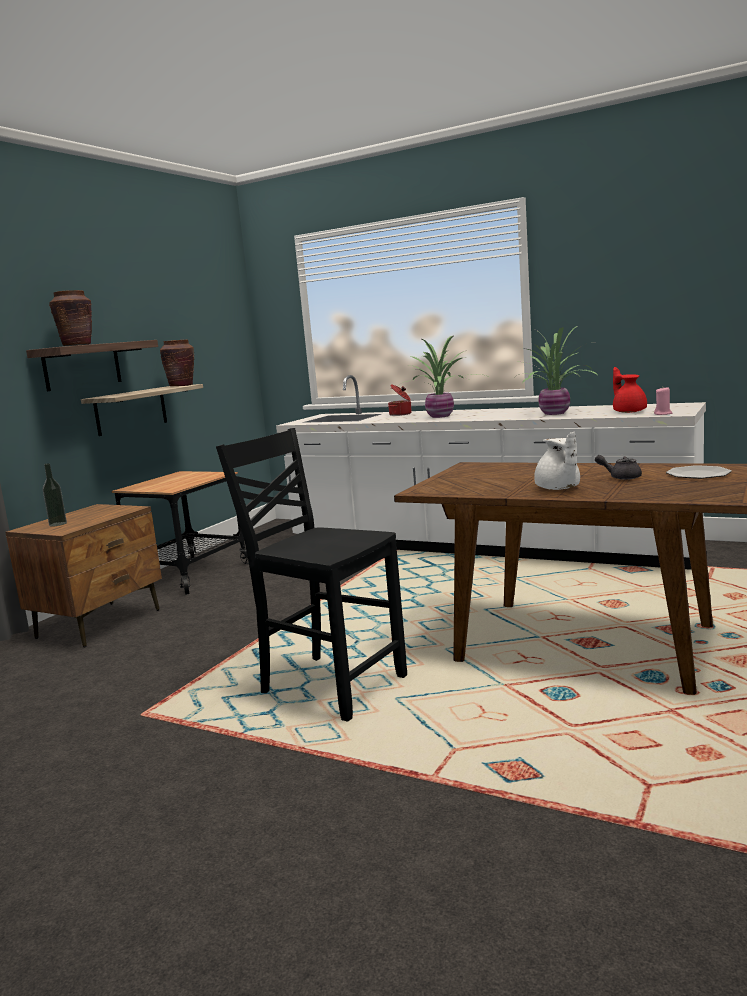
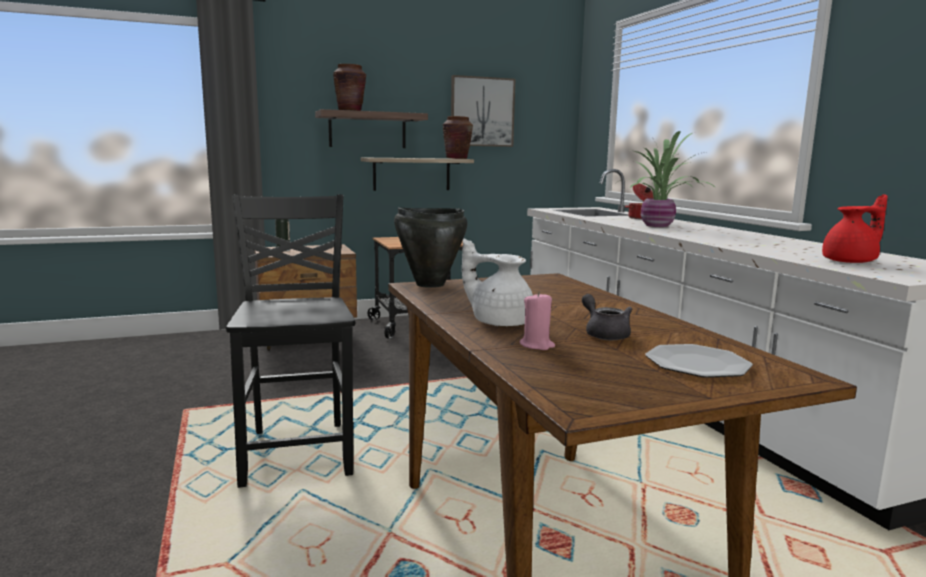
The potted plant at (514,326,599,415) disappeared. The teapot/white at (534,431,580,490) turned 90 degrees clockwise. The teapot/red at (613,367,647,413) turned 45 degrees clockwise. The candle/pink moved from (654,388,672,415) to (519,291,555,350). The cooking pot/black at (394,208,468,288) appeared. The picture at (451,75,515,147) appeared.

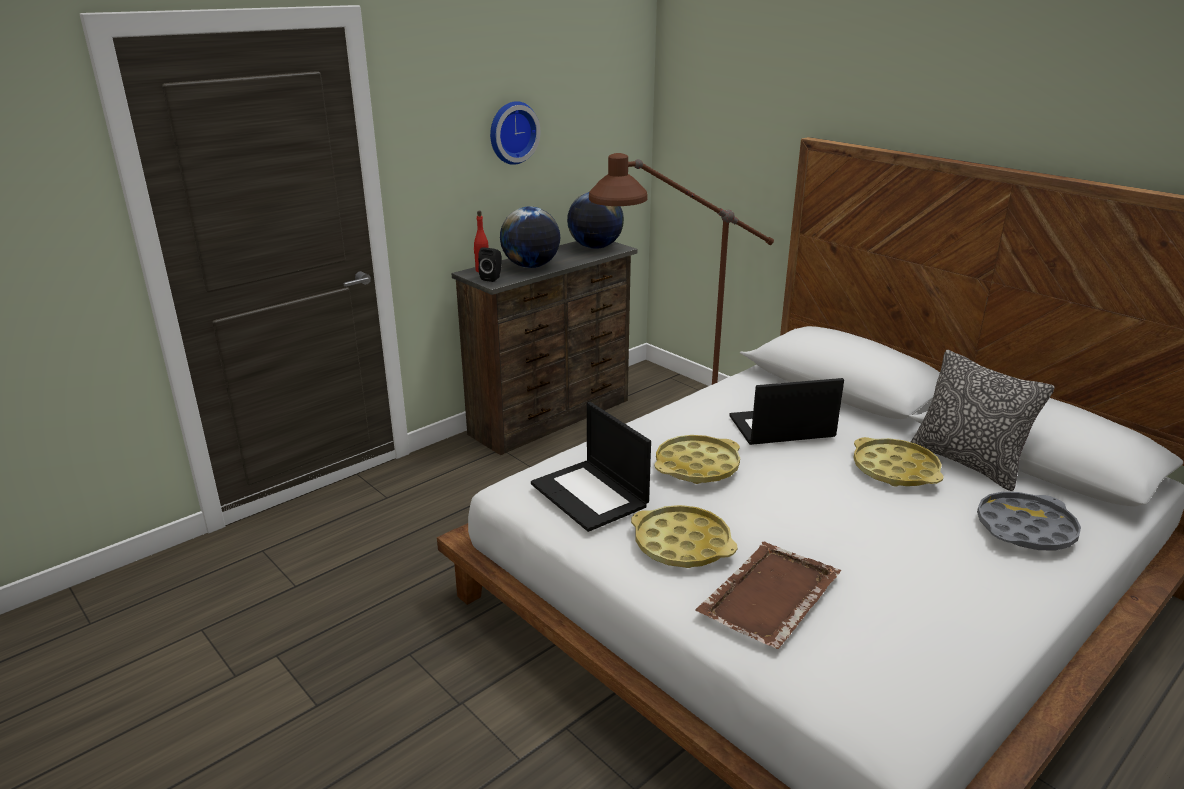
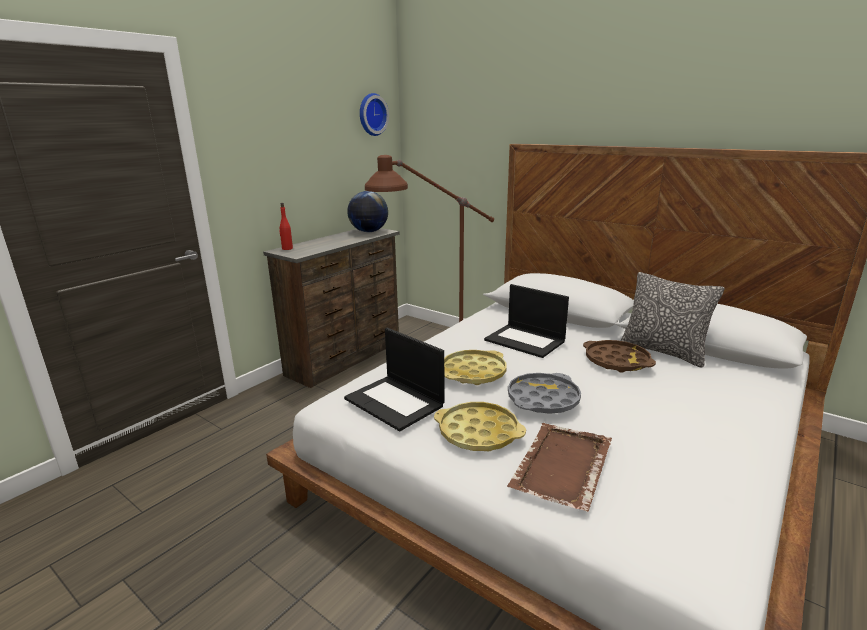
The speaker/black at (478,247,502,282) disappeared. The wall clock moved from (490,101,540,165) to (360,93,389,136). The globe at (500,206,560,268) disappeared. The laptop at (729,378,844,445) turned 120 degrees counterclockwise. The tray/yellow at (853,437,944,486) became the tray/brown at (583,340,656,373). The tray/grey moved from (977,492,1081,551) to (508,373,581,414).

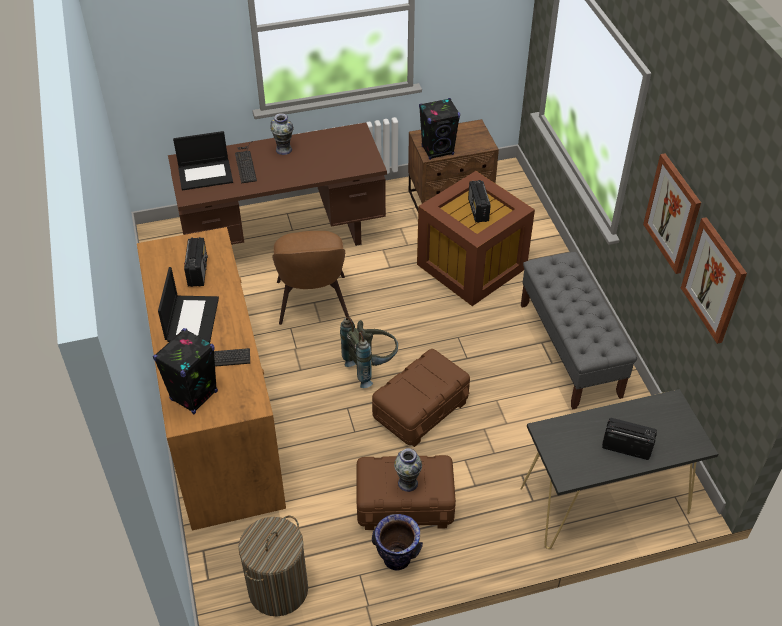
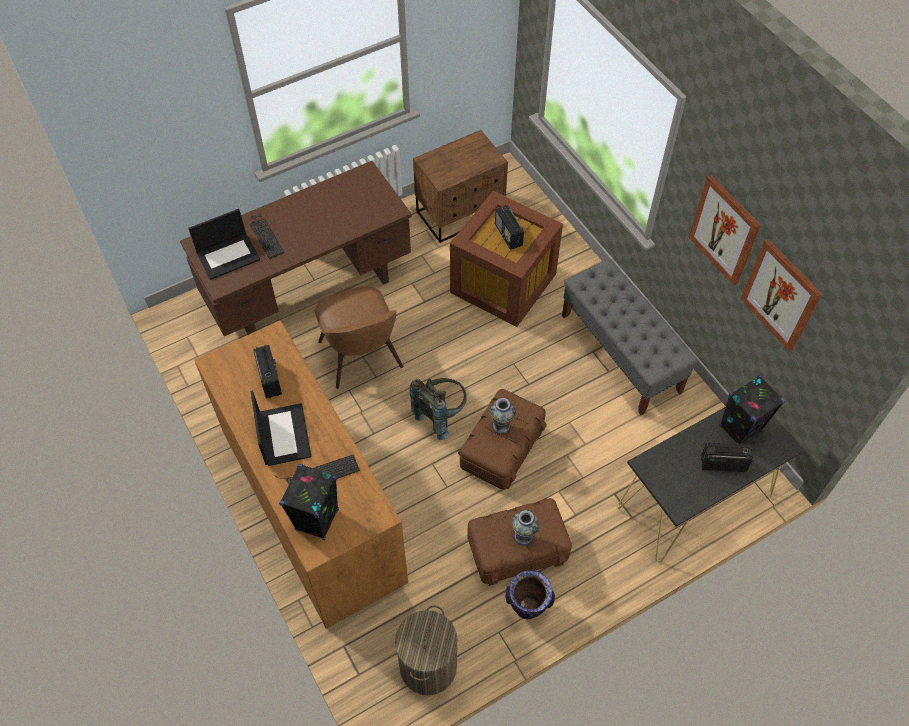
The vase moved from (270,113,294,155) to (490,398,516,434). The speaker/black moved from (419,98,460,160) to (719,375,785,444).

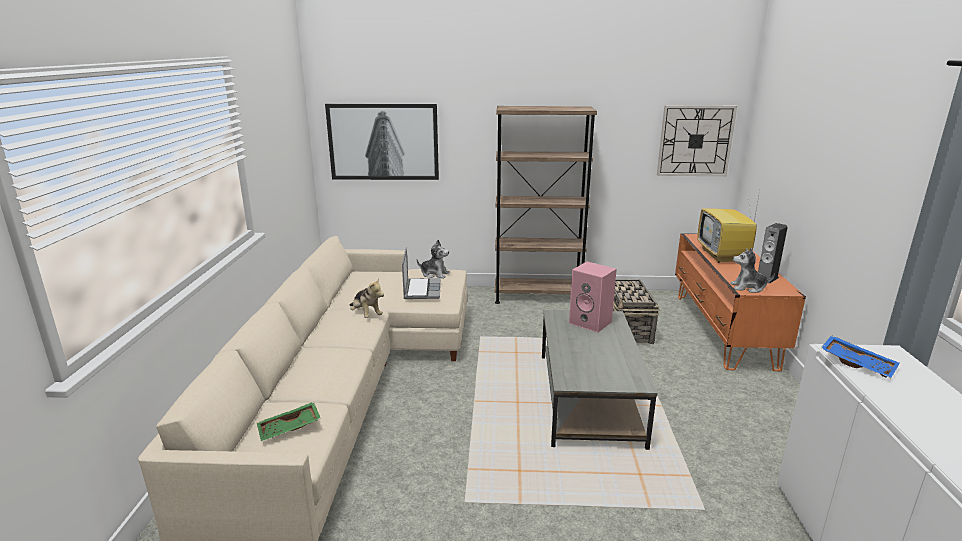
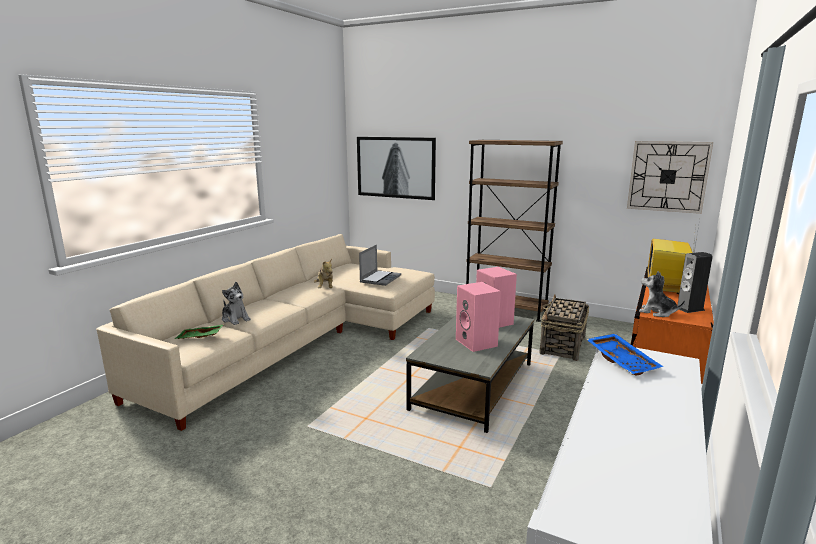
The plush toy moved from (417,240,450,279) to (222,282,251,325). The speaker/pink at (456,282,501,352) appeared.

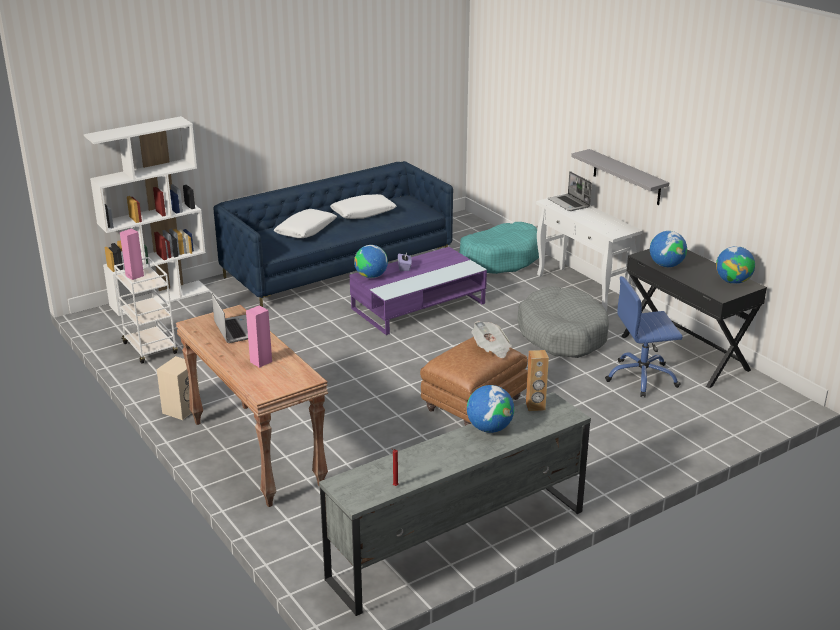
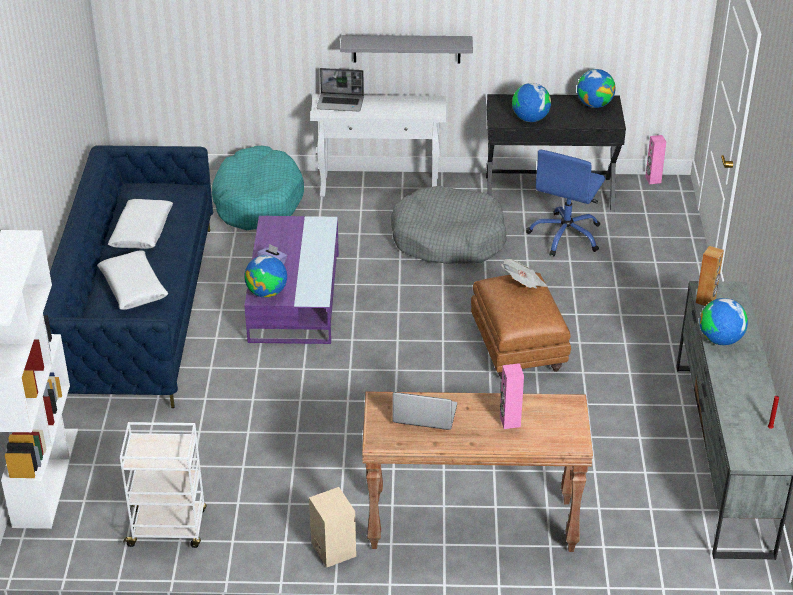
The speaker/pink moved from (120,229,144,280) to (645,135,666,185).

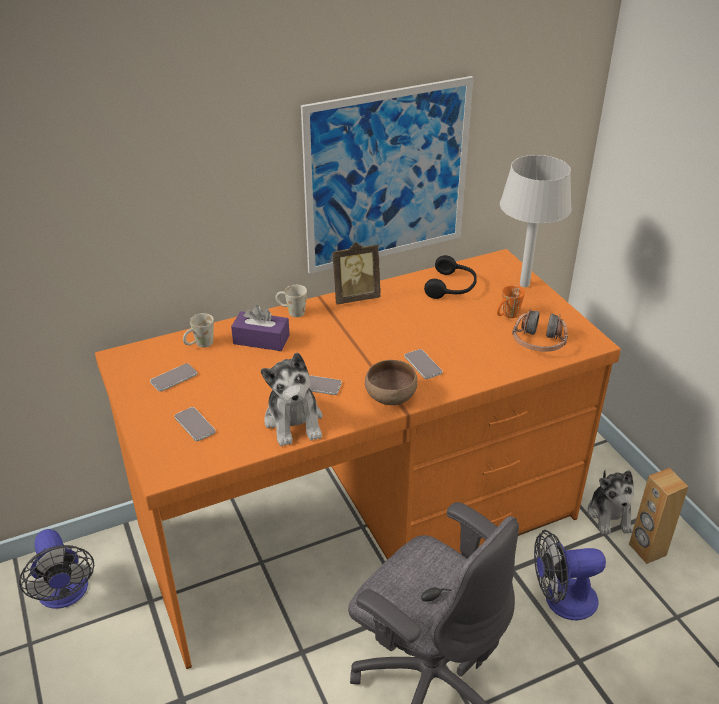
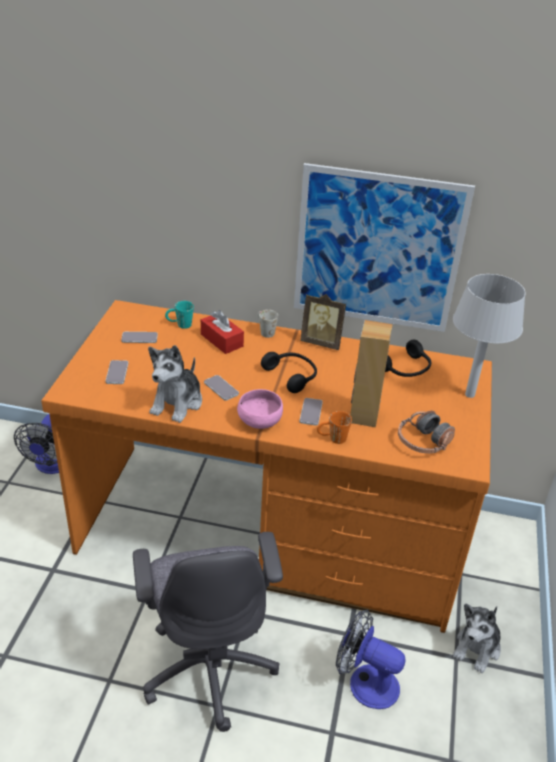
The mug/white at (183,313,214,347) became the mug/turquoise at (165,301,194,329). The tissue box/purple at (231,305,290,351) became the tissue box/red at (201,310,244,354). The bowl/brown at (365,360,417,405) became the bowl/pink at (237,389,283,429). The mug/orange moved from (497,286,525,318) to (317,411,352,444). The speaker/brown moved from (629,468,689,564) to (350,320,393,427). The headphones/black at (261,352,317,393) appeared.

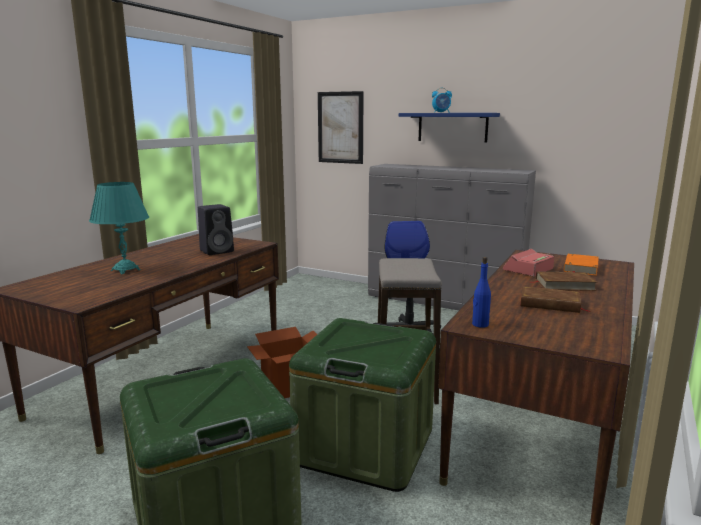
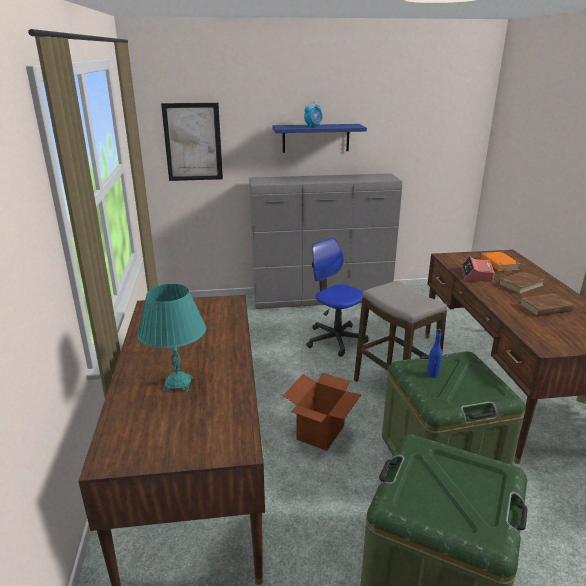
The speaker/black at (198,204,234,255) disappeared. The bottle/blue moved from (472,257,491,328) to (427,328,442,378).

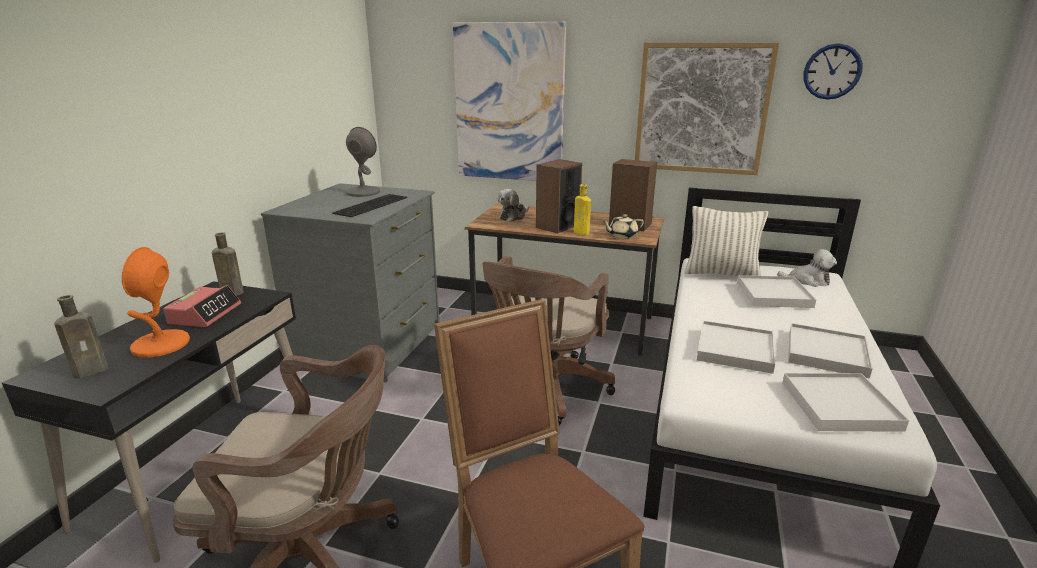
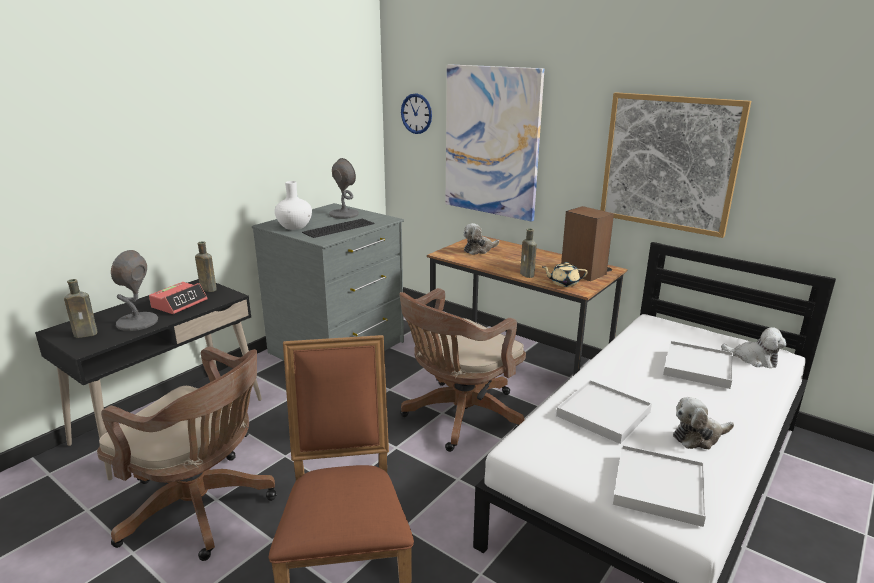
The table lamp/orange at (122,247,190,358) became the table lamp/grey at (111,250,158,331). The speaker at (536,159,582,233) disappeared. The bottle/yellow at (574,184,591,235) became the bottle/brown at (520,229,537,278). The pillow at (684,206,768,276) disappeared. The tray/white at (788,323,873,379) was replaced by the plush toy at (673,397,734,450). The wall clock moved from (803,43,863,100) to (401,93,432,134). The vase/white at (275,181,312,230) appeared.

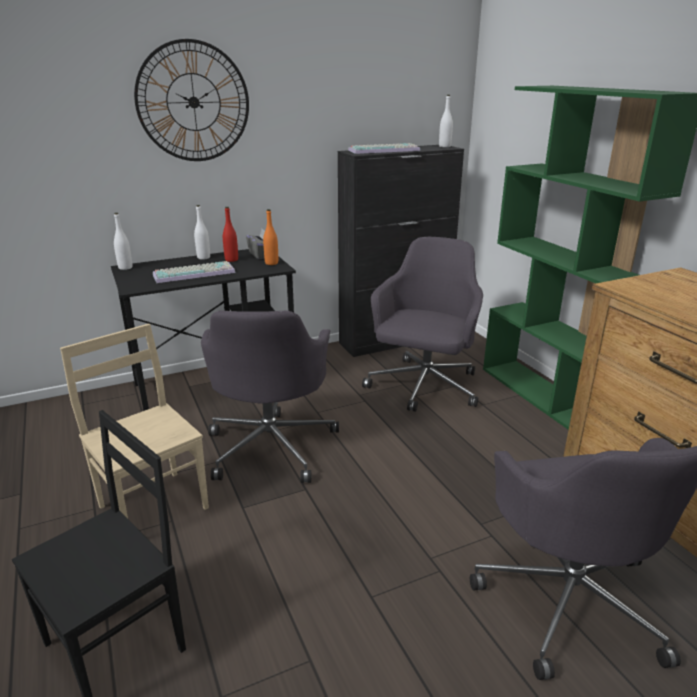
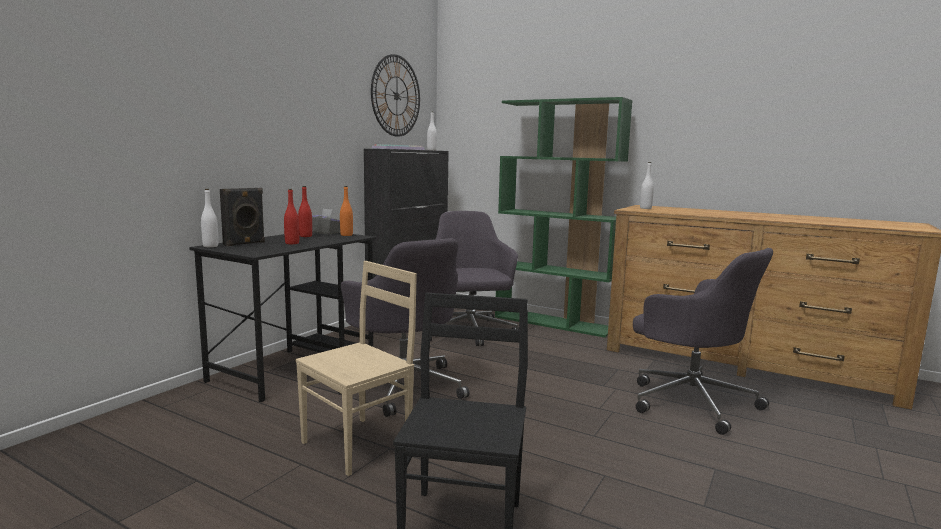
The chair/beige at (60,324,209,519) turned 120 degrees clockwise. The wall clock moved from (134,39,249,161) to (371,54,420,137). The keyboard at (153,261,236,283) was replaced by the bottle/red at (284,189,299,244). The bottle/white moved from (194,205,210,260) to (640,162,654,209). The speaker/black at (220,188,265,246) appeared.

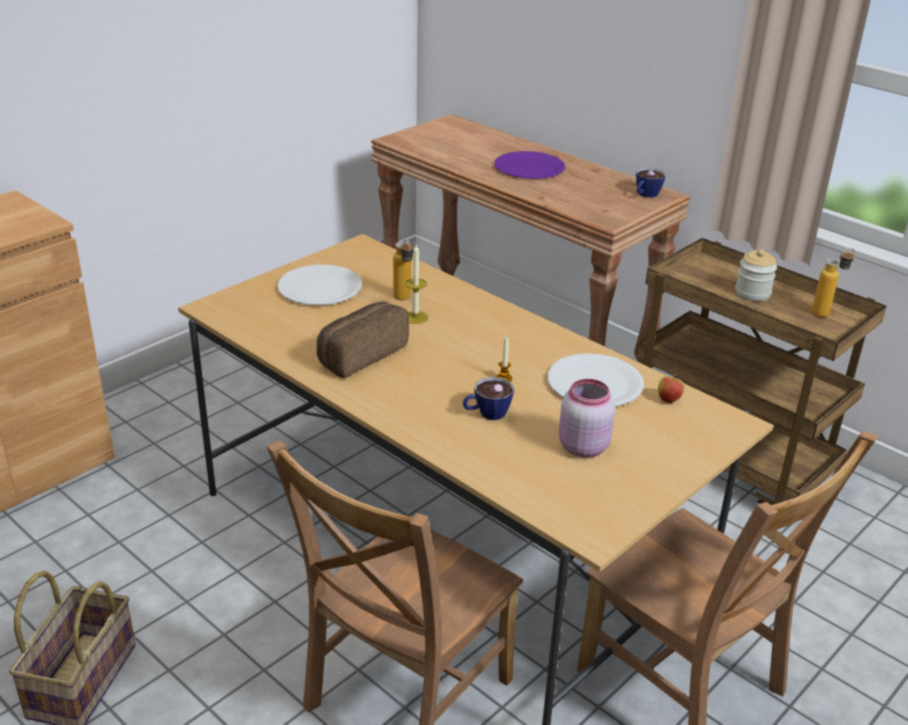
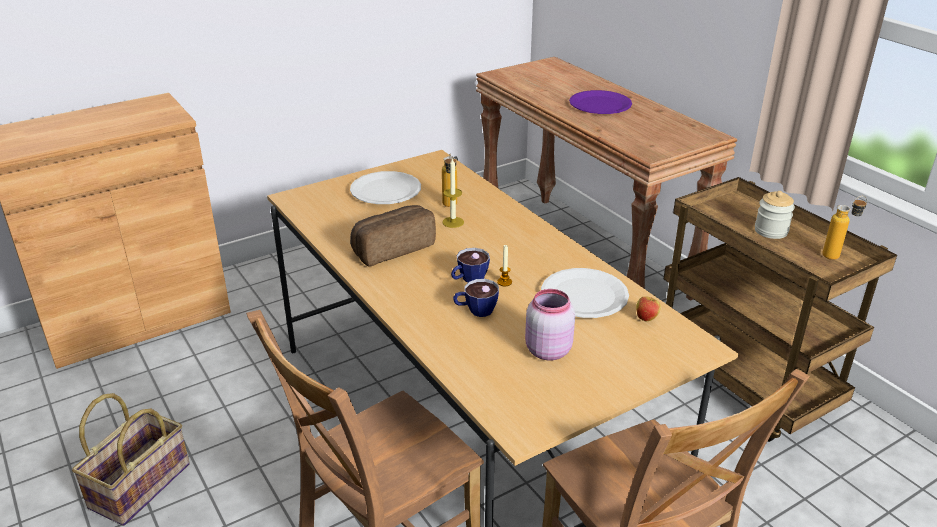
The cup moved from (636,167,665,198) to (451,248,490,283).

